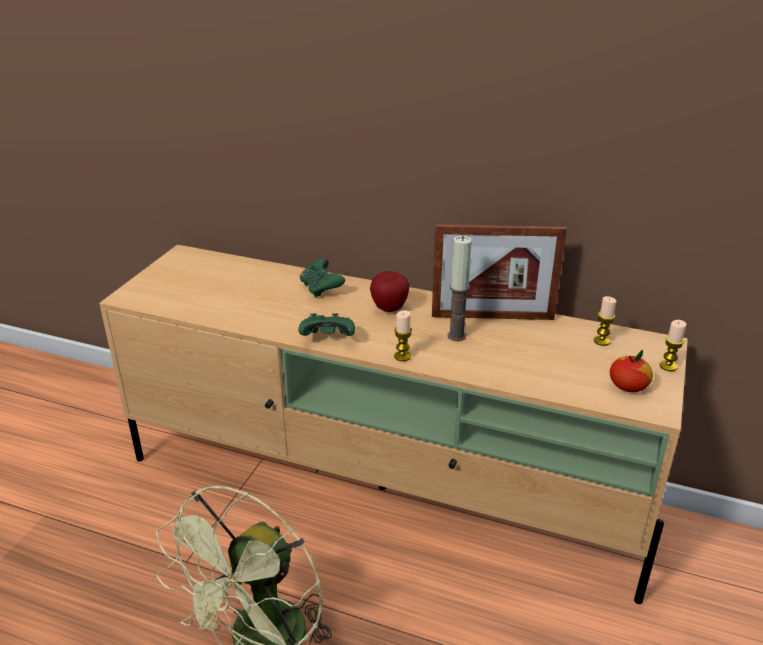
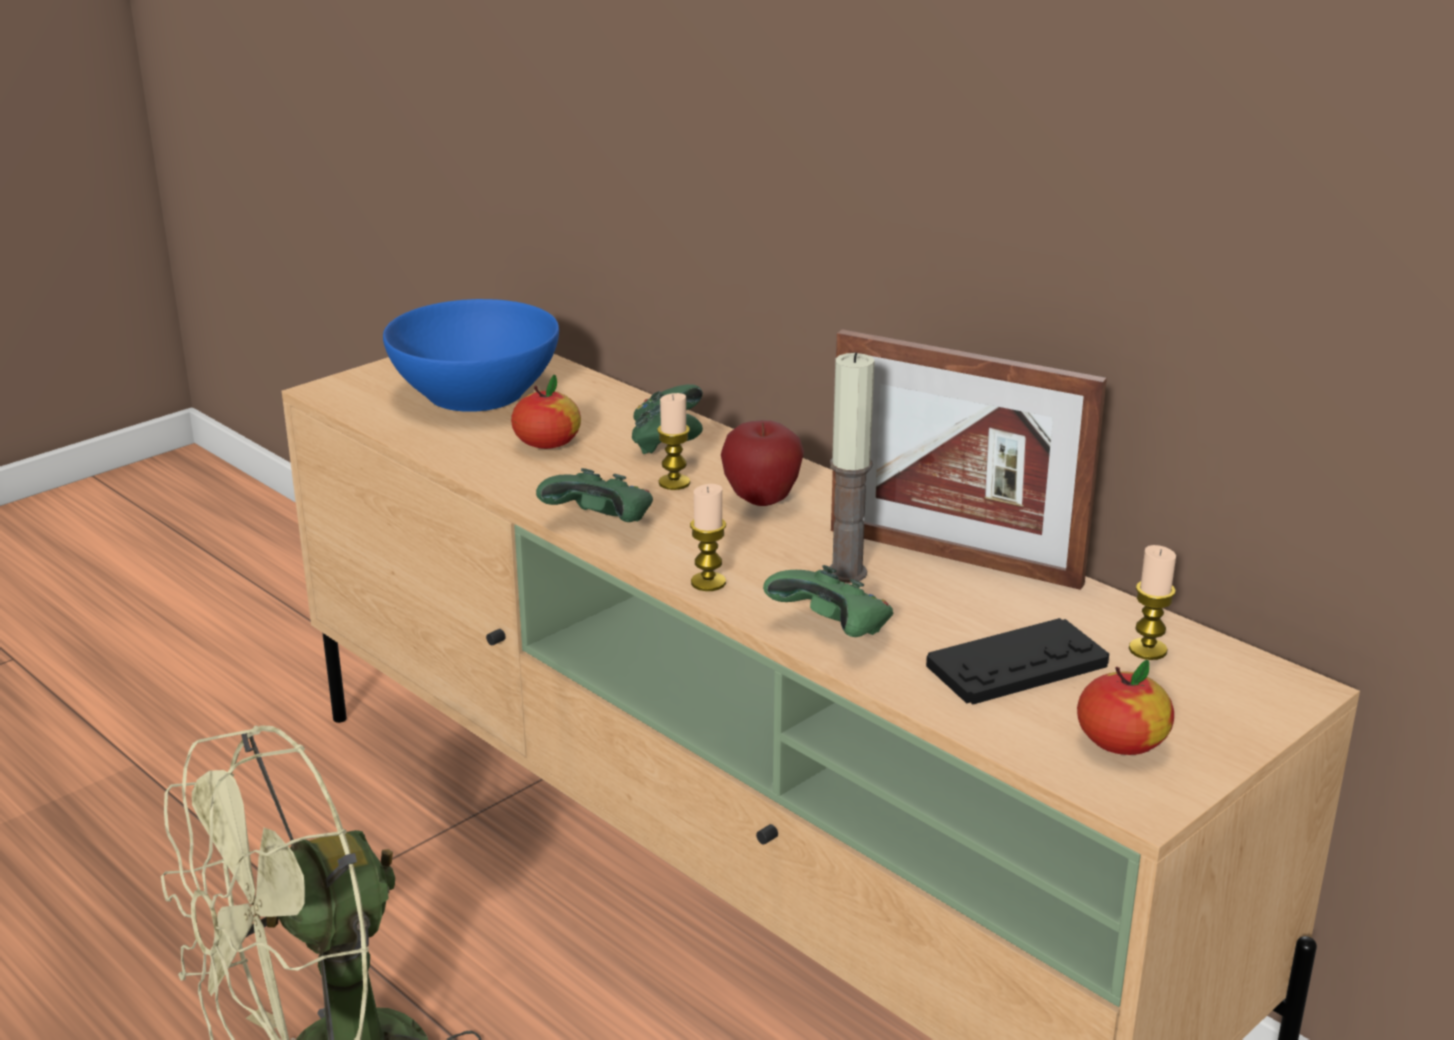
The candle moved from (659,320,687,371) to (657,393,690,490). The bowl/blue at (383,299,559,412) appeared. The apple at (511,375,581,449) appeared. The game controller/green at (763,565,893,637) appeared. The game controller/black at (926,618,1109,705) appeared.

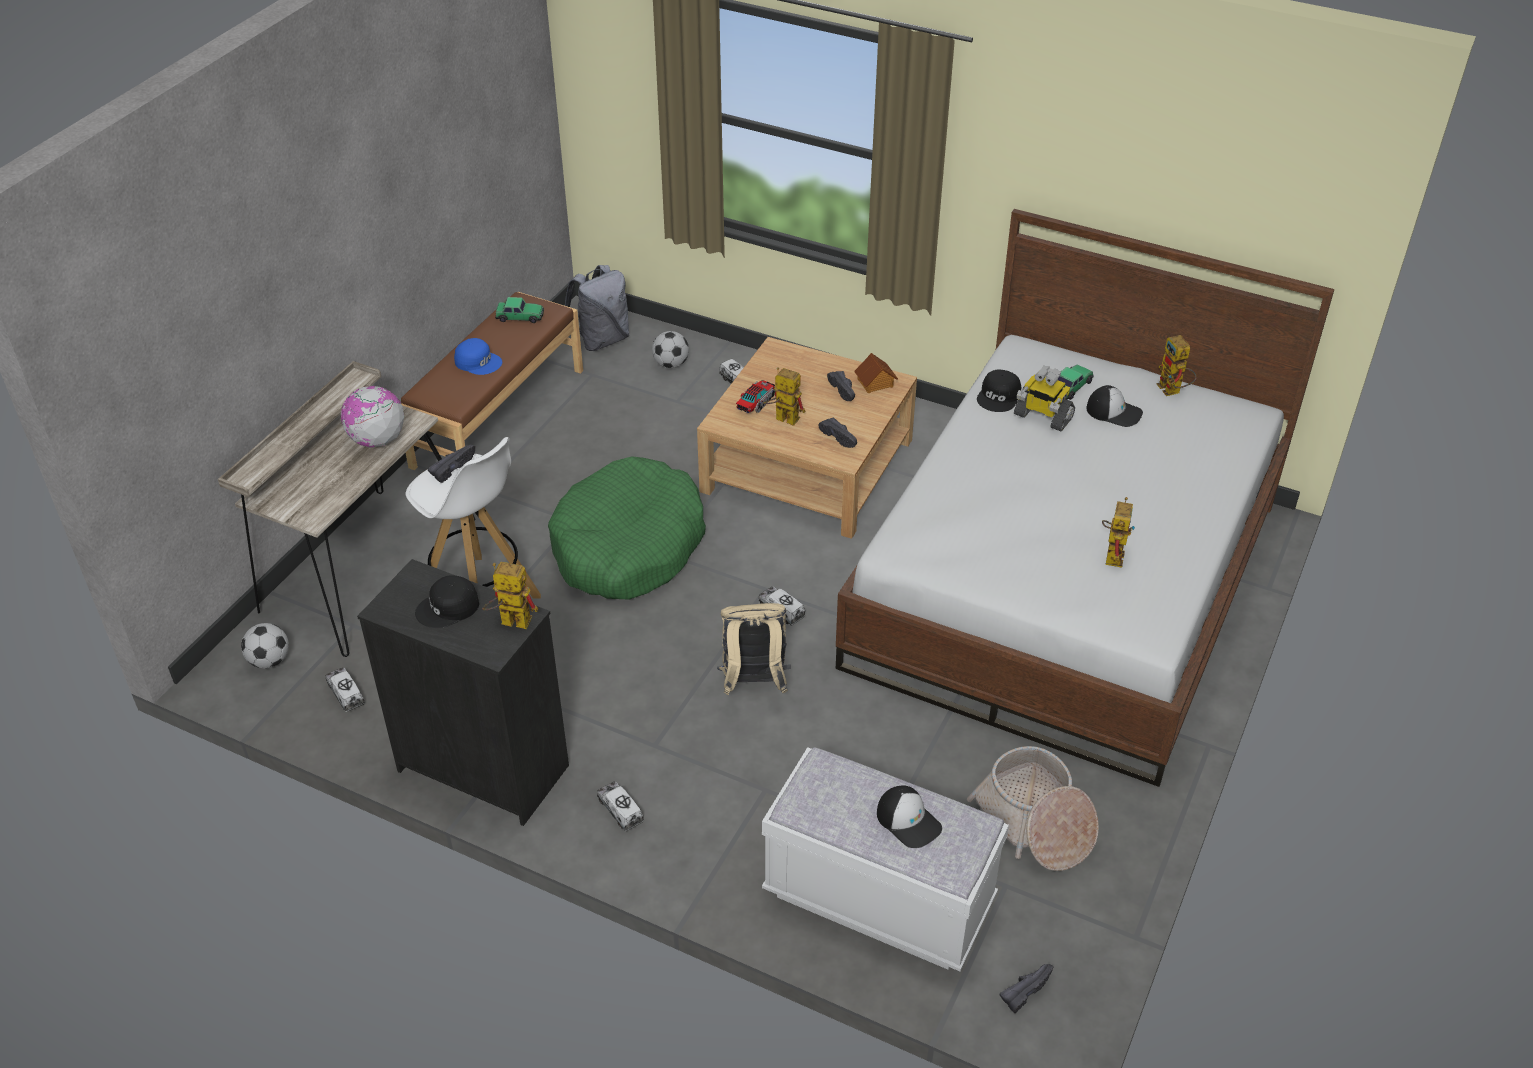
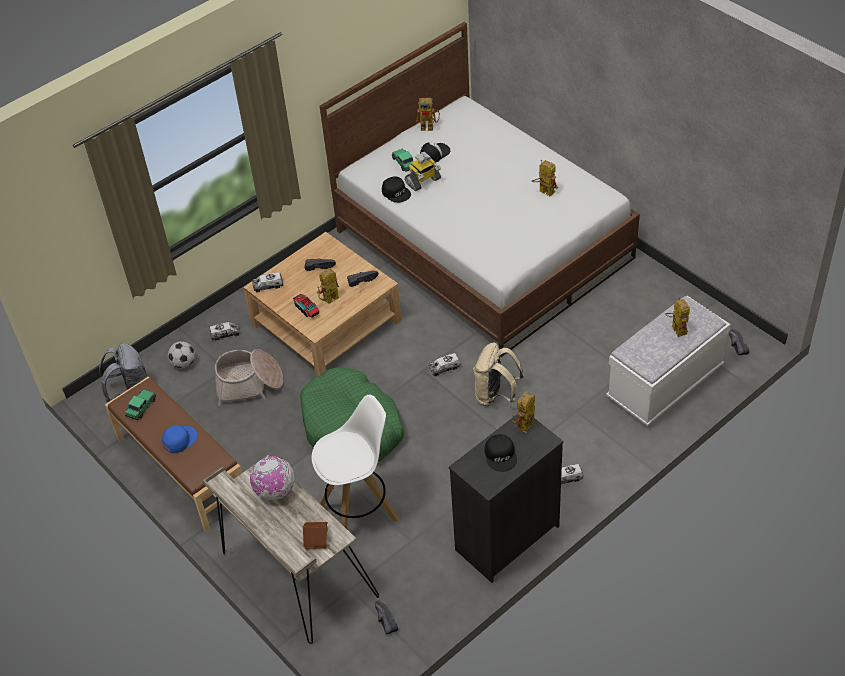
The football at (241,623,289,668) disappeared. The toy truck moved from (325,668,365,712) to (252,272,284,292). The shoe/black moved from (428,445,475,483) to (375,601,398,634). The toy house moved from (854,353,898,393) to (302,522,328,549). The cap at (877,785,942,848) was replaced by the toy robot at (665,297,690,337). The basket moved from (967,746,1099,871) to (215,349,283,407).

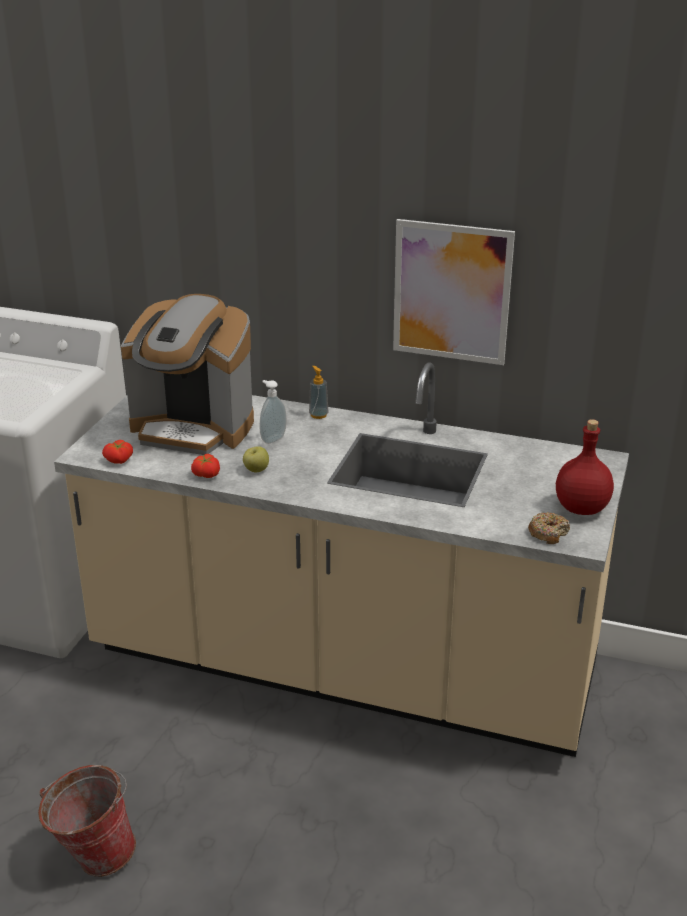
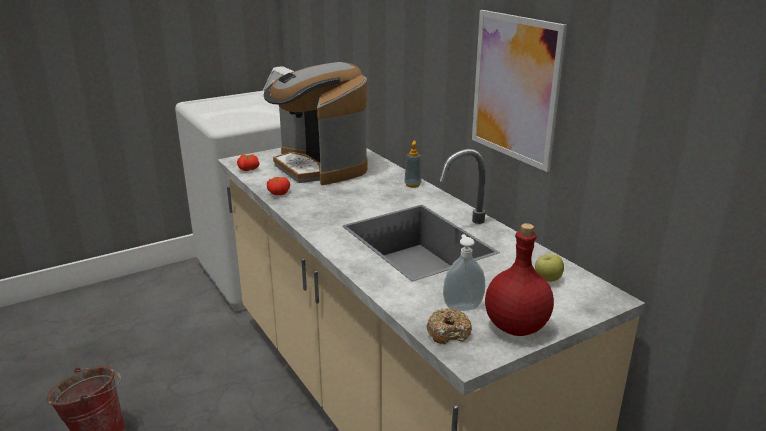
The apple moved from (243,446,269,472) to (535,254,564,282). The soap dispenser moved from (260,380,287,444) to (443,234,485,311).

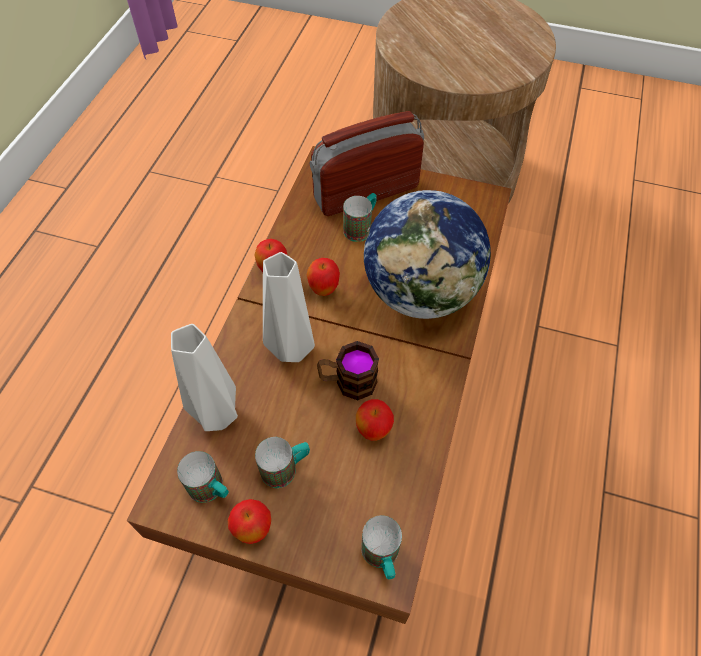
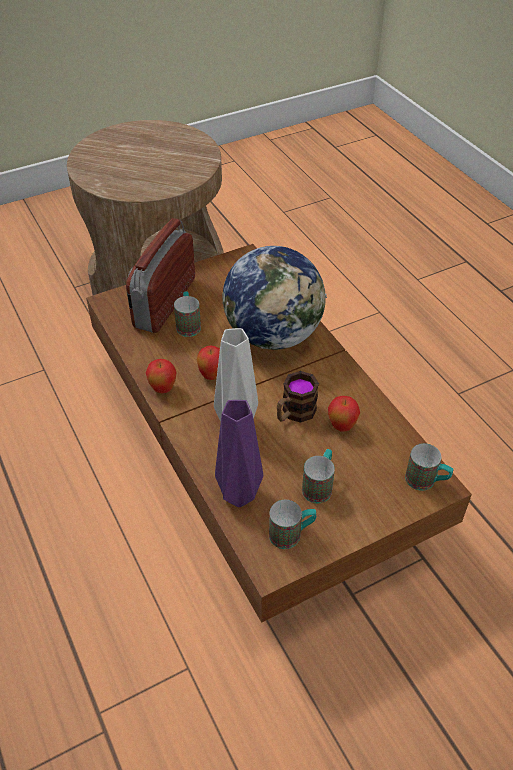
The vase/grey at (171,324,238,431) became the vase/purple at (215,400,263,507). The apple at (228,499,271,544) disappeared.

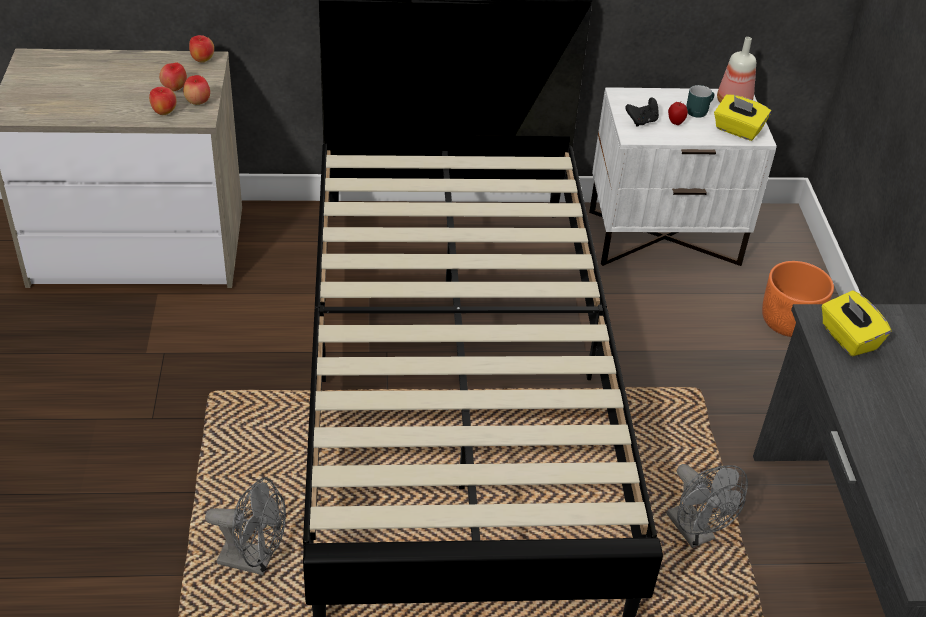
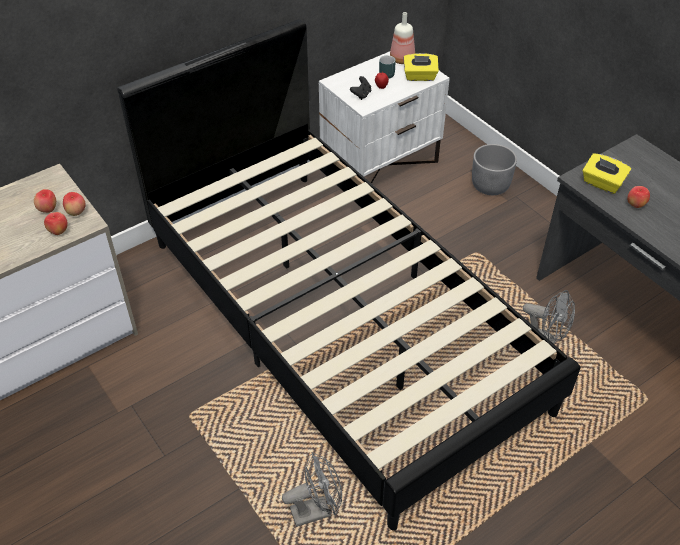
The apple moved from (189,35,214,63) to (627,186,650,208). The planter/orange at (762,261,834,337) became the planter/grey at (472,144,517,195).

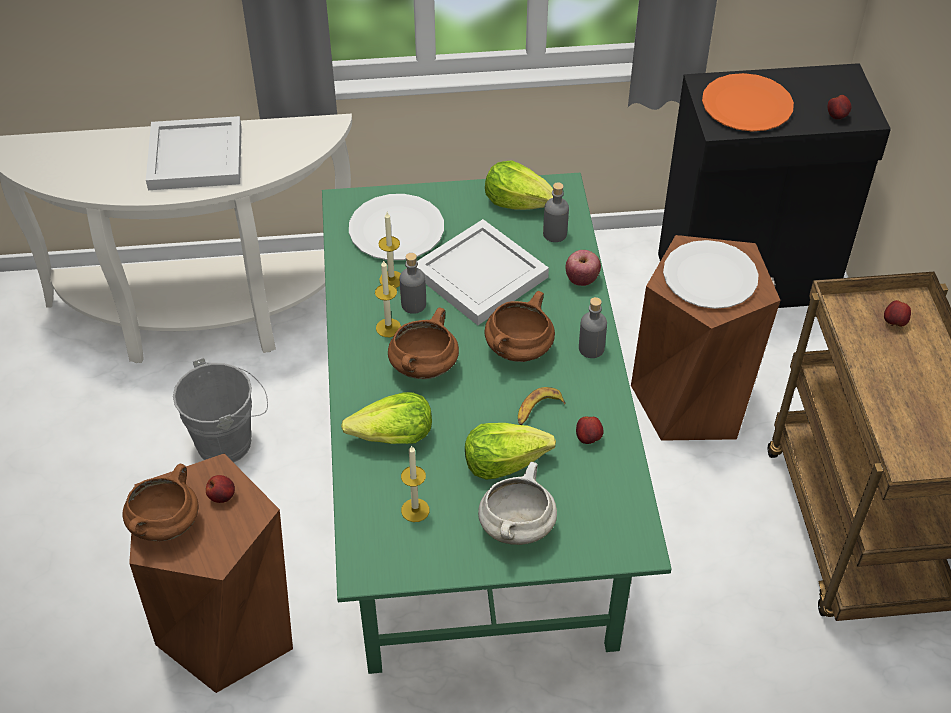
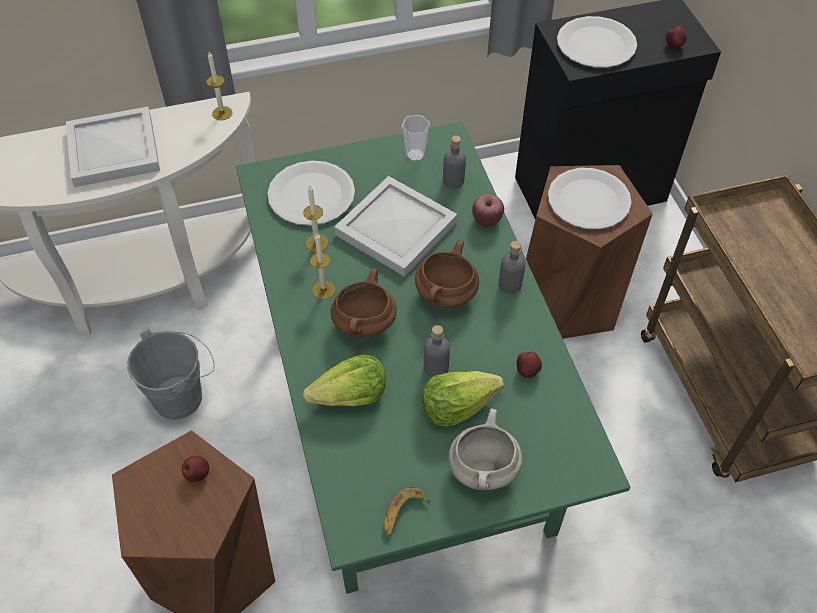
The cooking pot/brown at (122,464,199,541) disappeared. The bottle/grey moved from (400,253,426,314) to (424,325,450,377). The candle moved from (401,445,429,522) to (206,52,233,120). The lettuce at (485,160,553,210) was replaced by the cup at (402,115,430,162). The banana moved from (518,387,565,425) to (384,487,430,537). The plate/orange at (702,73,794,131) became the plate/white at (557,16,637,68). The apple at (884,300,911,327) disappeared.

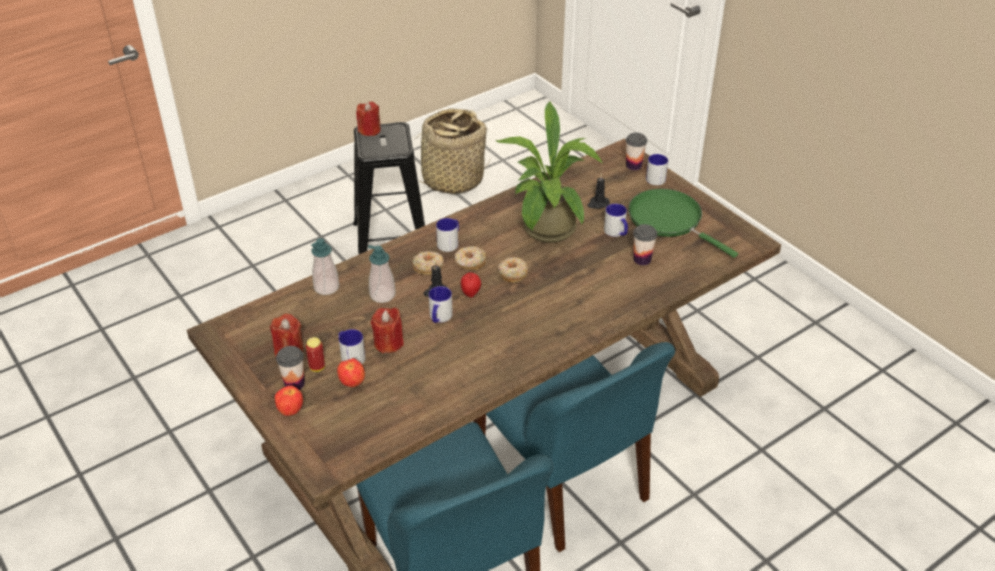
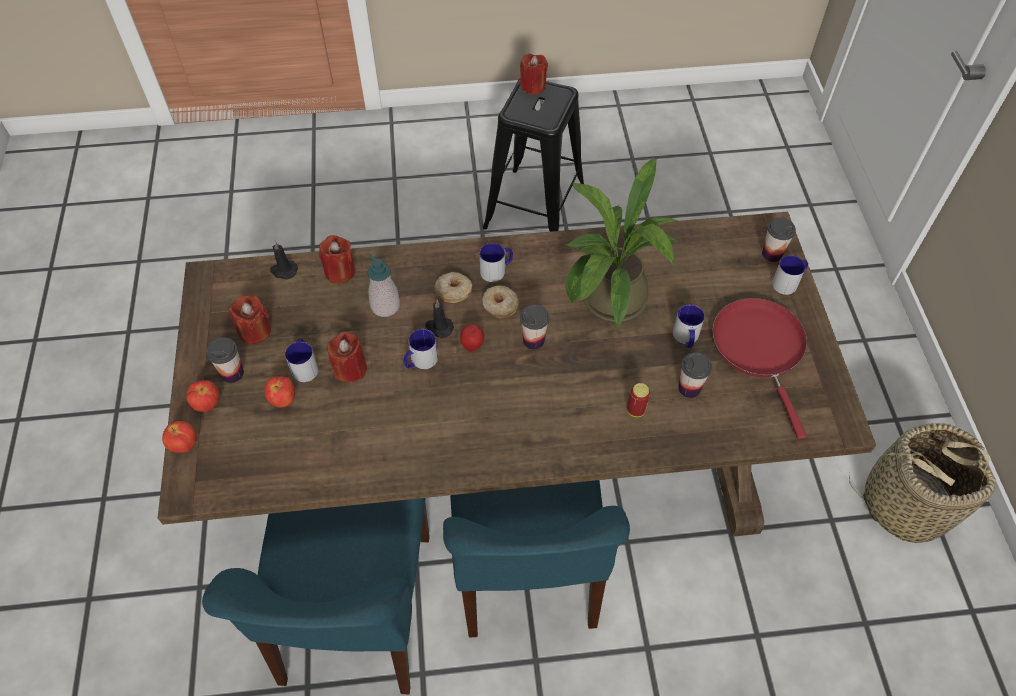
The can moved from (306,337,325,372) to (627,383,650,417). The soap dispenser at (311,238,339,295) was replaced by the candle/red at (319,235,355,283). The basket moved from (415,108,491,194) to (849,423,996,543). The donut at (498,257,528,283) was replaced by the cup at (520,304,549,350). The candle/black moved from (588,173,610,209) to (270,241,298,279). The frying pan/green at (628,189,738,258) became the frying pan/red at (712,298,807,439). The apple at (162,421,197,453) appeared.

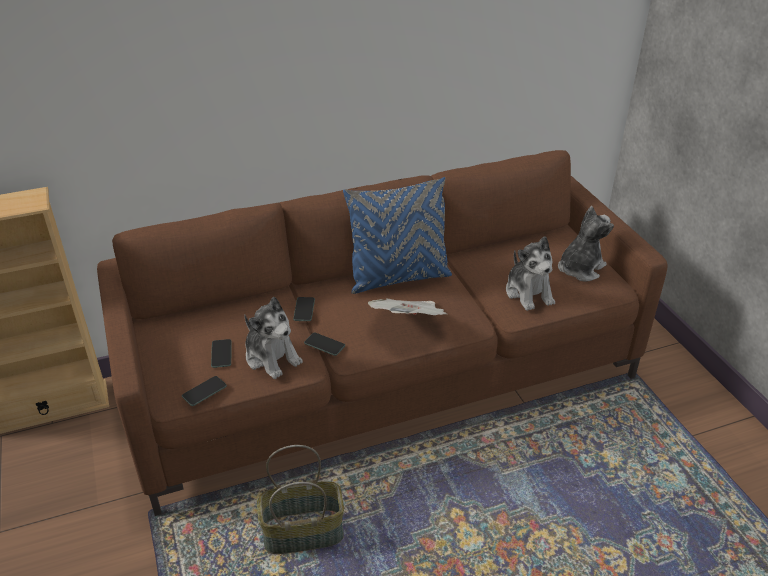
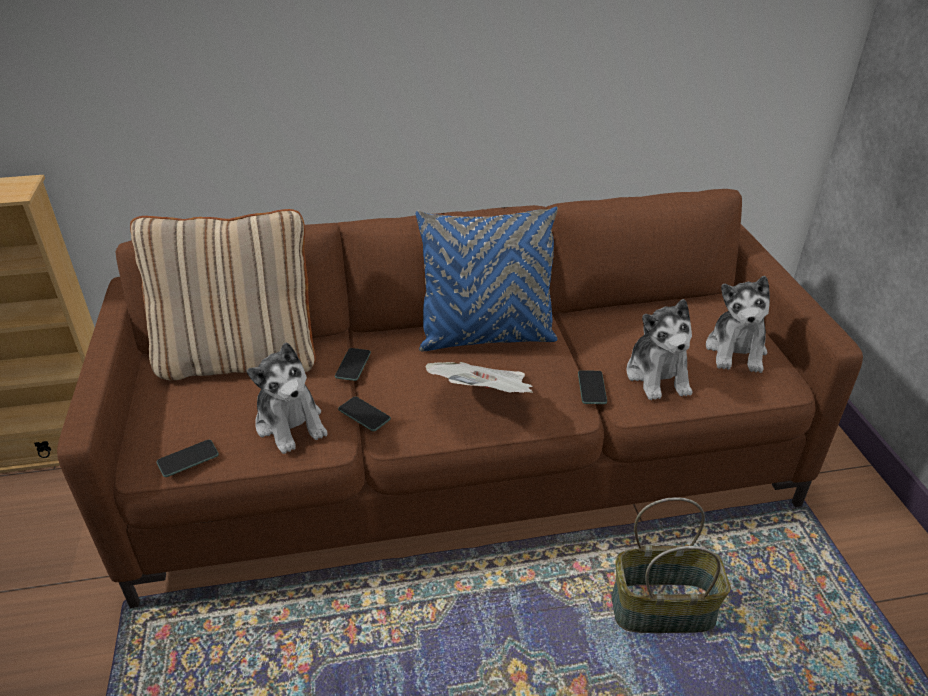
The phone moved from (211,339,232,368) to (578,370,607,404). The basket moved from (257,445,344,554) to (612,497,731,633). The plush toy at (558,206,614,282) turned 135 degrees clockwise. The pillow/beige at (130,209,316,380) appeared.

